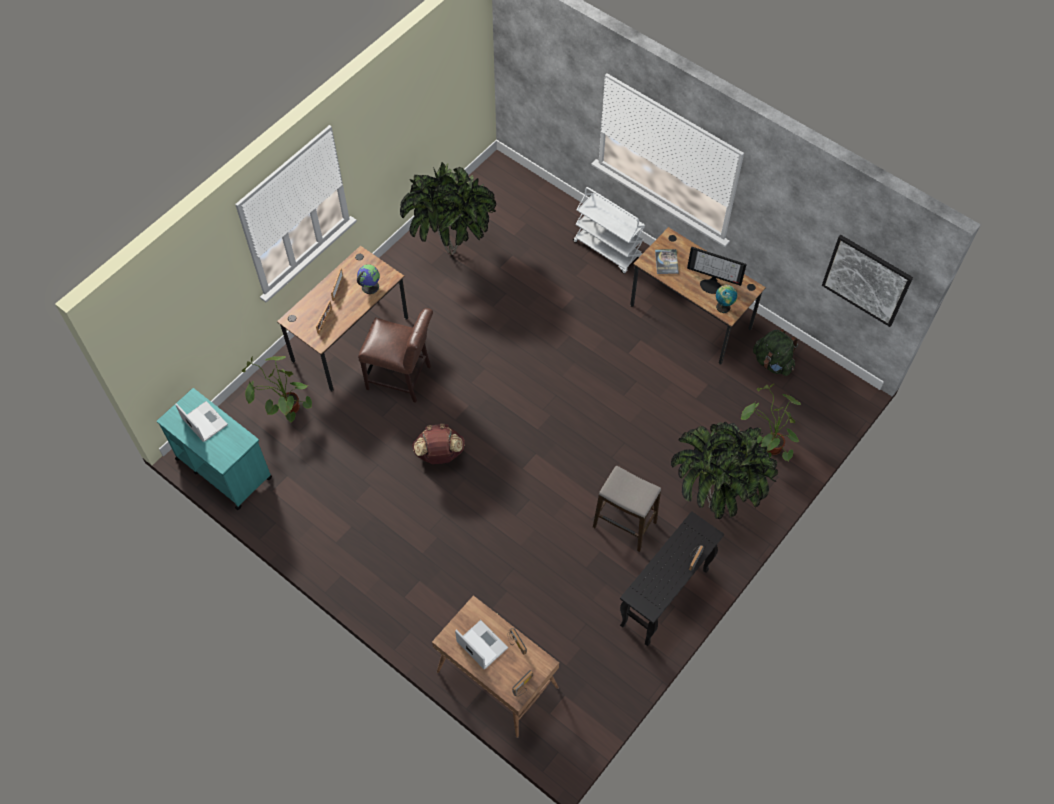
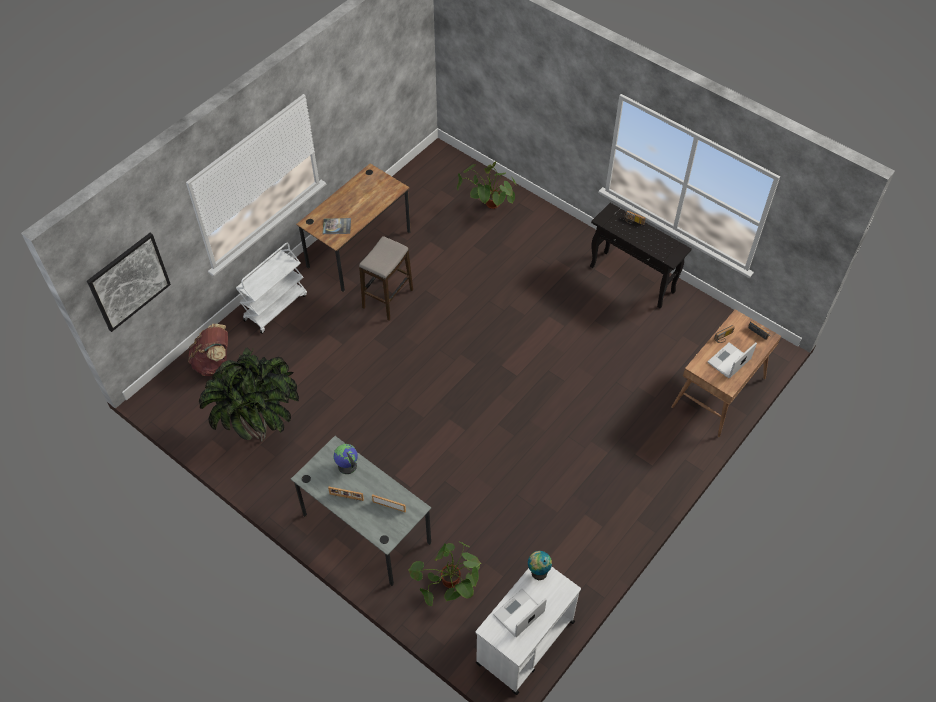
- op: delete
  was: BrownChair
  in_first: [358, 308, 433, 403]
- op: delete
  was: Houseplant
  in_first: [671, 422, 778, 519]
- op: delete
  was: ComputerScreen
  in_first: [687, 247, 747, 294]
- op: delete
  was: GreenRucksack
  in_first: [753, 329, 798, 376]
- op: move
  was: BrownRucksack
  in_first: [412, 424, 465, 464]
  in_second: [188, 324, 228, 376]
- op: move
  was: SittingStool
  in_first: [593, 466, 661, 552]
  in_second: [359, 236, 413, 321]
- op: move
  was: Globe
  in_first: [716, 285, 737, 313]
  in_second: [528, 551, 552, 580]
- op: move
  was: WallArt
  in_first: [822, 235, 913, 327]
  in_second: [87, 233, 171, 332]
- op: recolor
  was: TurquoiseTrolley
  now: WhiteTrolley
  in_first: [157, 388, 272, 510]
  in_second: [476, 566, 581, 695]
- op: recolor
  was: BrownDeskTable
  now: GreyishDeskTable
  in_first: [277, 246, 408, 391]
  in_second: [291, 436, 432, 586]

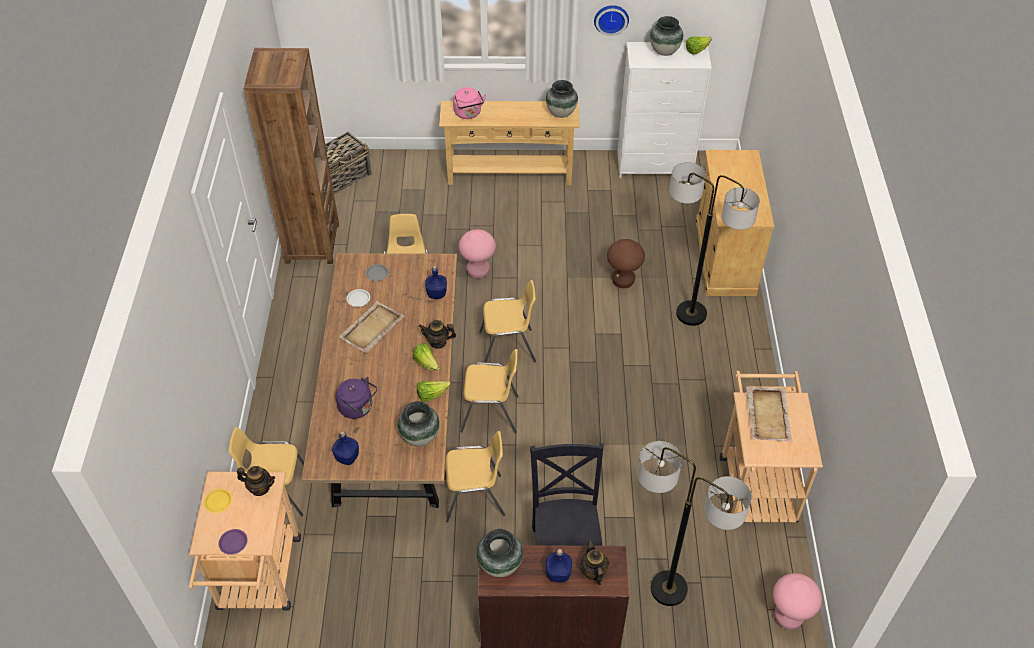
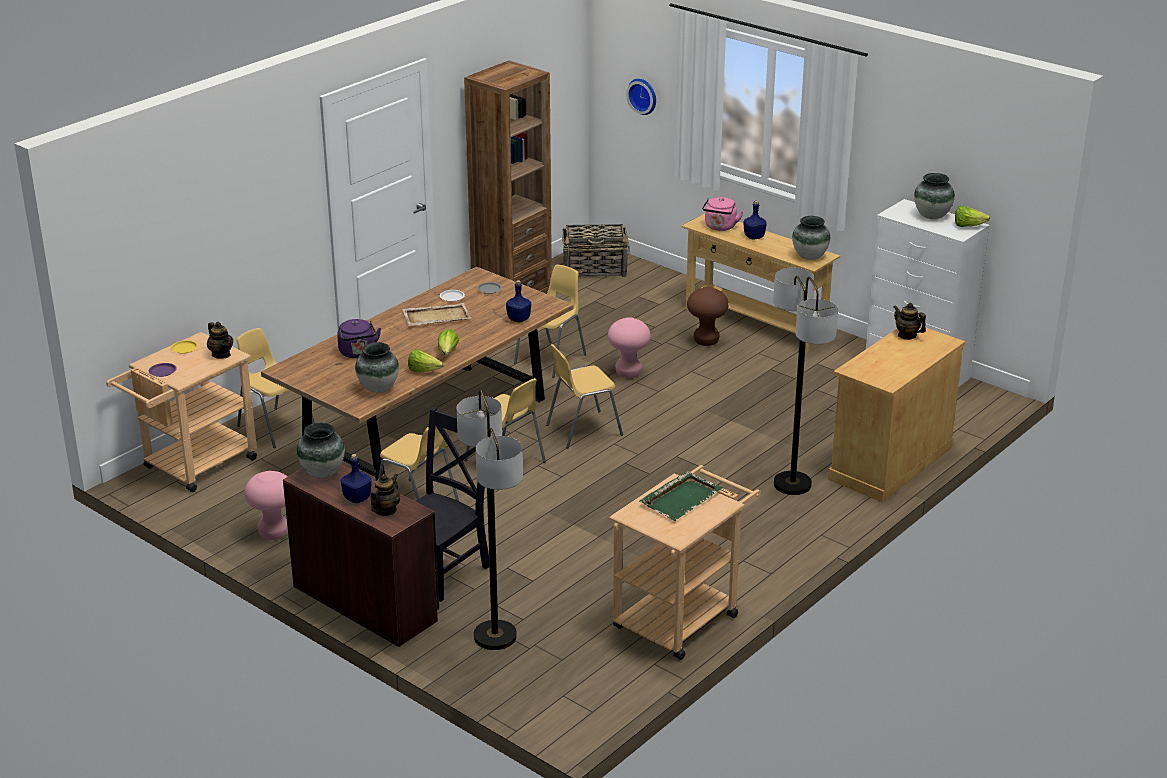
- op: move
  was: BlueColouredBeverageBottle
  in_first: [332, 431, 359, 465]
  in_second: [743, 201, 767, 239]
- op: move
  was: Teapot
  in_first: [419, 320, 456, 349]
  in_second: [893, 303, 926, 340]
- op: move
  was: WallClock
  in_first: [594, 5, 629, 36]
  in_second: [626, 79, 656, 115]
- op: move
  was: BrownSittingStool
  in_first: [607, 239, 645, 288]
  in_second: [687, 287, 729, 346]
- op: move
  was: PinkSittingStool
  in_first: [773, 573, 822, 630]
  in_second: [244, 471, 288, 540]
- op: recolor
  was: BeigeServingTray
  now: GreenServingTray
  in_first: [746, 386, 793, 442]
  in_second: [639, 471, 722, 521]
- op: rotate
  was: YellowishChair
  in_first: [479, 280, 536, 363]
  in_second: [546, 344, 623, 448]
  clockwise: 120

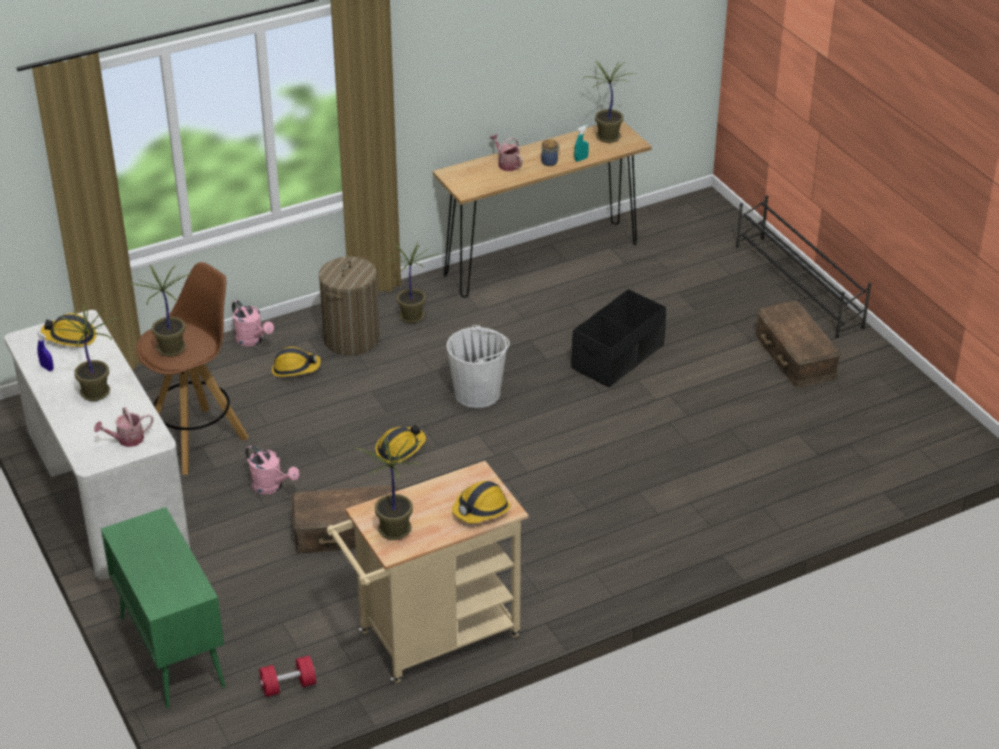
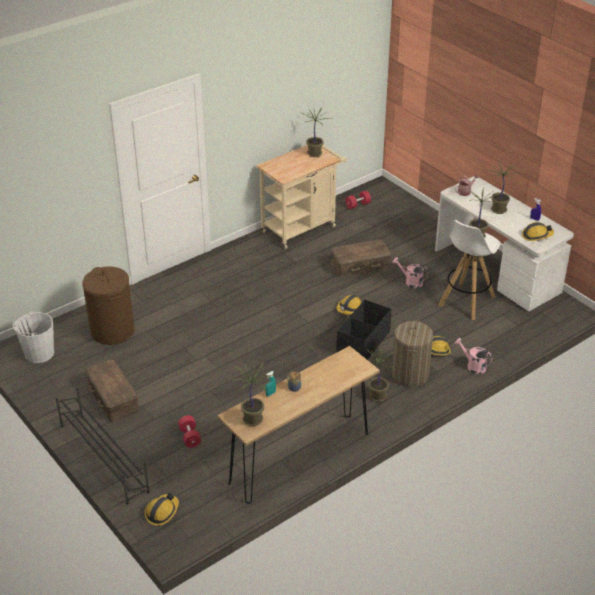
- op: delete
  was: GreenCabinet
  in_first: [101, 507, 225, 708]
- op: delete
  was: WateringPot
  in_first: [490, 134, 523, 171]
- op: insert
  now: BrownHamper
  in_second: [82, 266, 134, 345]
- op: insert
  now: RedColouredDumbbell
  in_second: [178, 416, 201, 448]
- op: move
  was: WhiteBucket
  in_first: [447, 325, 510, 408]
  in_second: [13, 311, 54, 363]
- op: move
  was: HardHat
  in_first: [452, 481, 511, 524]
  in_second: [145, 493, 179, 526]
- op: move
  was: BlackStorageBin
  in_first: [572, 289, 666, 387]
  in_second: [337, 299, 391, 360]
- op: recolor
  was: BrownSittingStool
  now: WhiteSittingStool
  in_first: [136, 262, 249, 475]
  in_second: [439, 220, 500, 320]

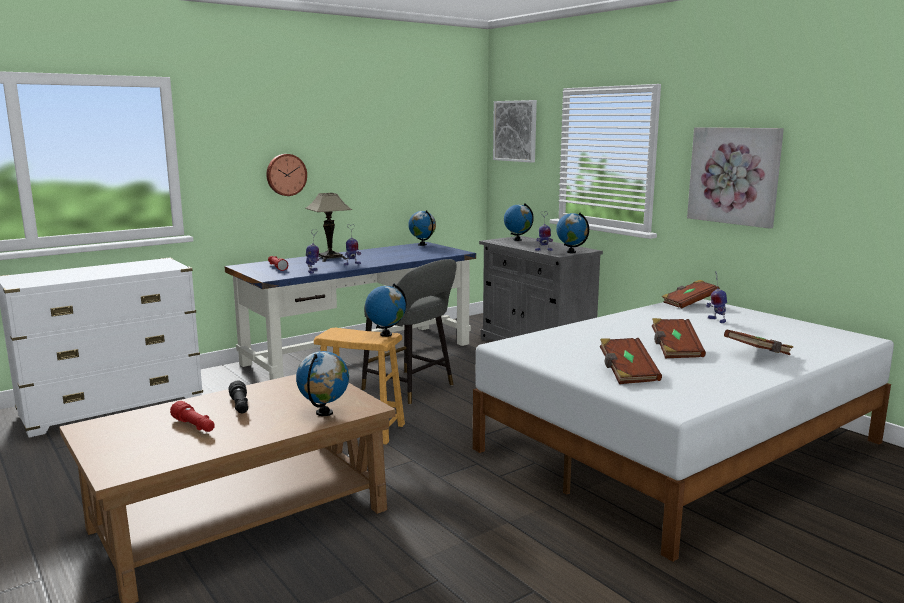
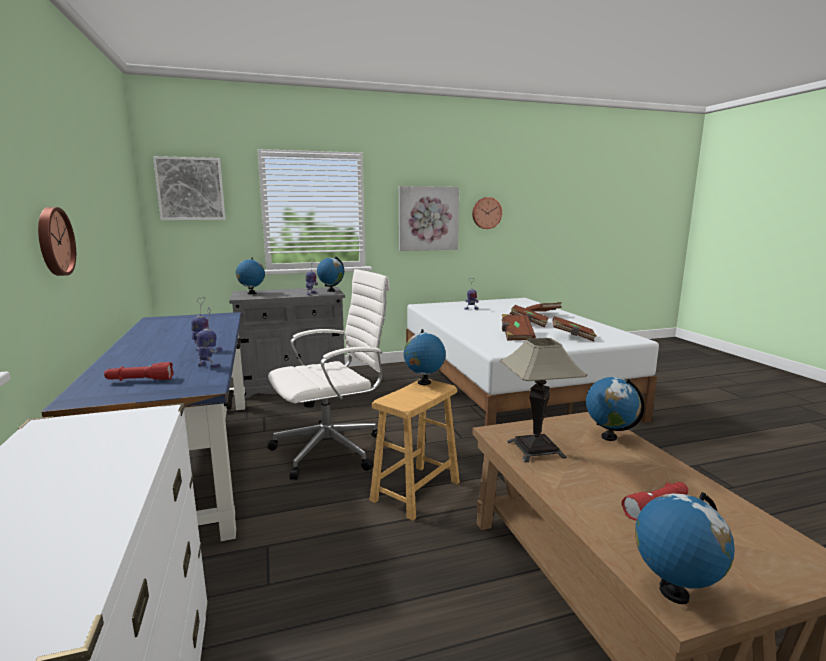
- op: delete
  was: BlackHandTorch
  in_first: [228, 380, 248, 413]
- op: insert
  now: WallClock
  in_second: [472, 197, 502, 229]
- op: move
  was: TabletopLamp
  in_first: [305, 193, 352, 262]
  in_second: [500, 338, 587, 463]
- op: move
  was: Globe
  in_first: [408, 210, 436, 246]
  in_second: [635, 492, 735, 604]
- op: move
  was: BrownBoundBook
  in_first: [662, 280, 720, 309]
  in_second: [502, 314, 536, 341]
- op: replace
  was: GreyishSittingStool
  now: WhiteComputerChair
  in_first: [361, 259, 456, 405]
  in_second: [267, 269, 390, 480]

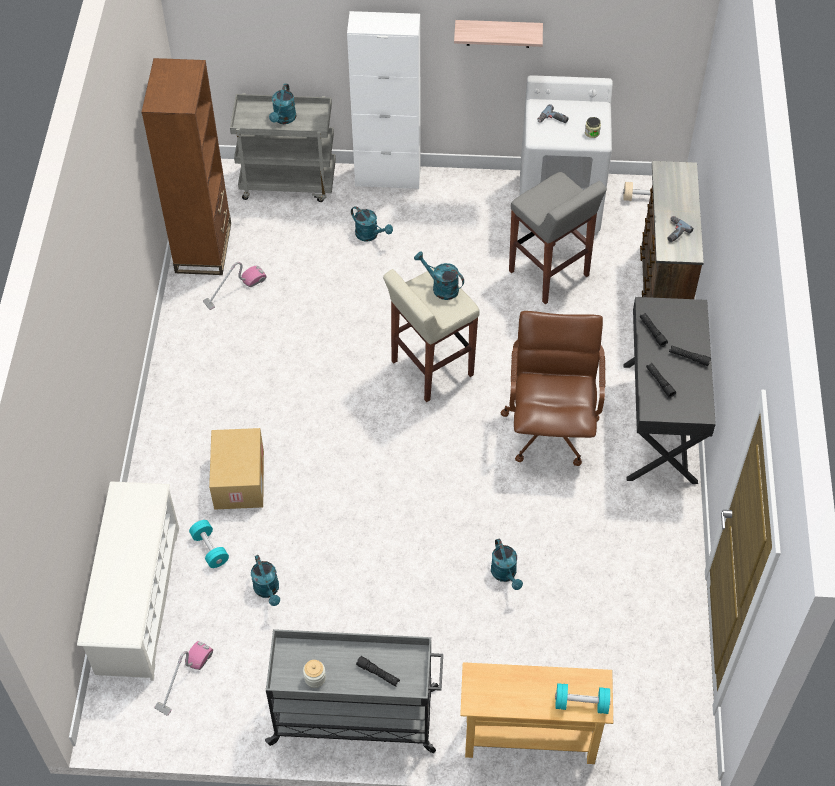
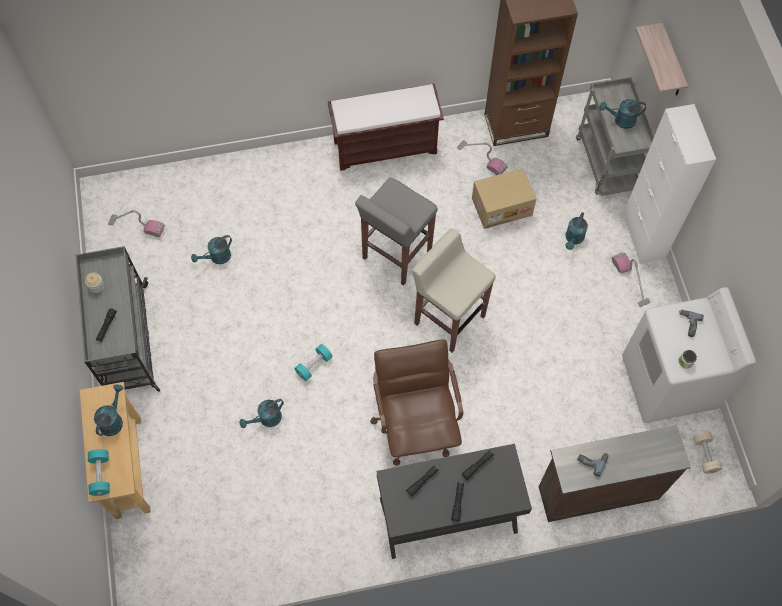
- op: delete
  was: WhiteShoeStand
  in_first: [77, 481, 179, 681]
- op: insert
  now: BrownIndoorBench
  in_second: [328, 83, 444, 171]
- op: insert
  now: Hoover
  in_second: [612, 253, 650, 307]
- op: move
  was: TurquoiseDumbbell
  in_first: [189, 520, 229, 568]
  in_second: [294, 344, 333, 381]
- op: move
  was: PackingBox
  in_first: [209, 428, 264, 509]
  in_second: [472, 168, 536, 229]
- op: move
  was: TurquoiseWateringPot
  in_first: [414, 252, 464, 300]
  in_second: [94, 385, 123, 436]
- op: move
  was: Shelf
  in_first: [454, 20, 543, 48]
  in_second: [636, 23, 688, 95]
- op: move
  was: GreyishSittingStool
  in_first: [509, 172, 607, 304]
  in_second: [355, 177, 438, 286]
- op: rotate
  was: BrownComputerChair
  in_first: [501, 311, 605, 466]
  in_second: [370, 339, 463, 466]
  clockwise: -90

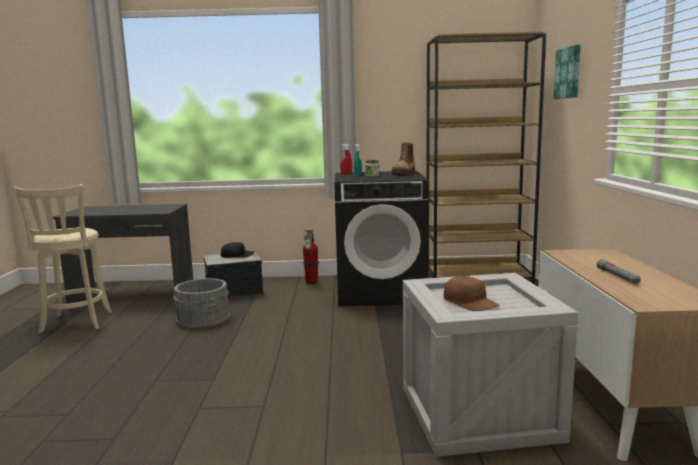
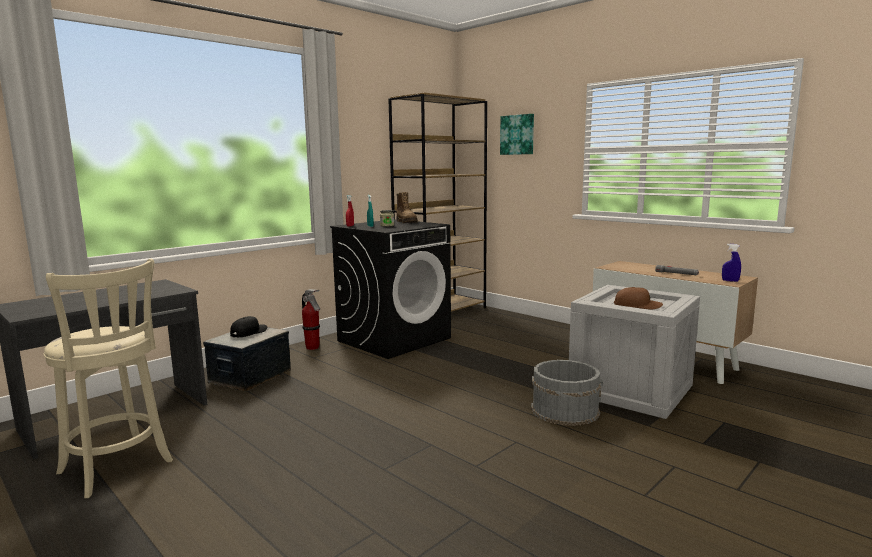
- op: insert
  now: BlueColouredHandSprayer
  in_second: [722, 244, 741, 282]
- op: move
  was: GreyishBucket
  in_first: [173, 278, 230, 329]
  in_second: [531, 360, 603, 426]

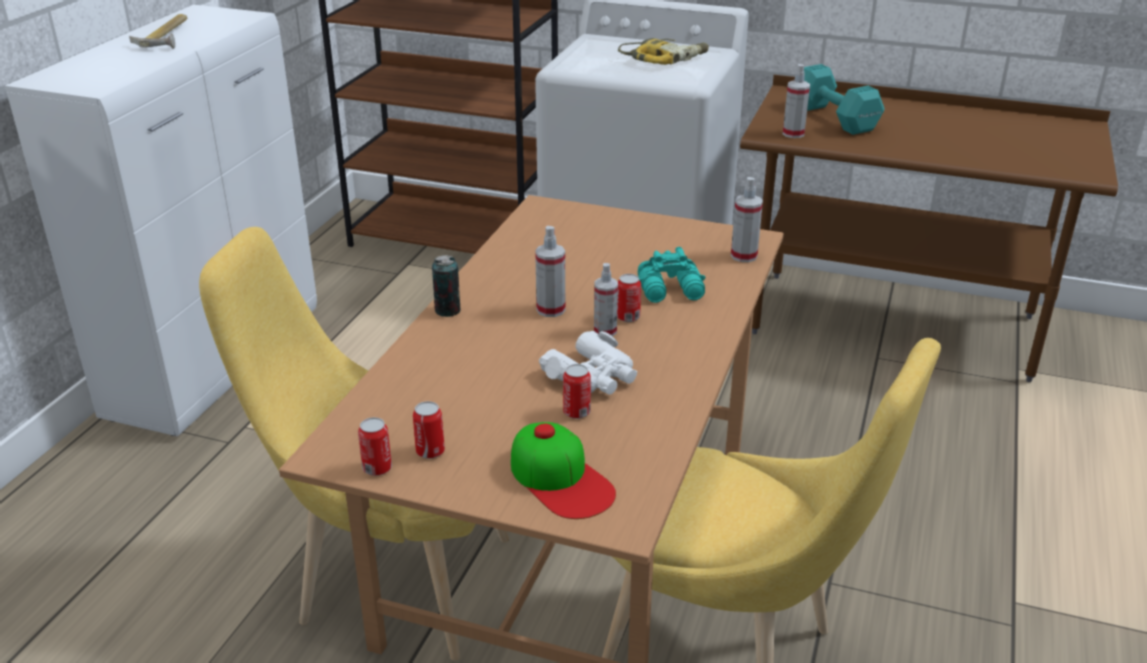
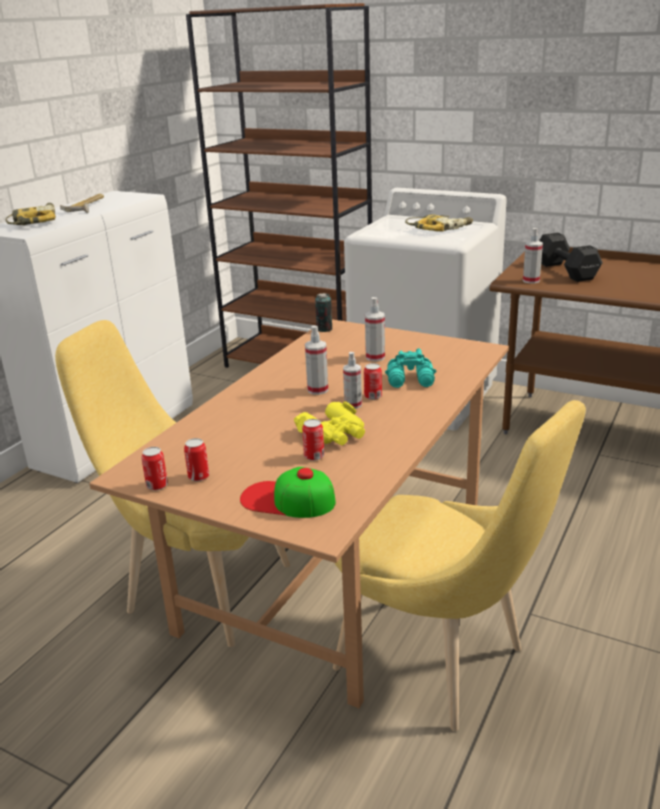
- op: insert
  now: PowerDrill
  in_second: [6, 203, 56, 225]
- op: move
  was: MetalCan
  in_first: [432, 255, 461, 317]
  in_second: [315, 293, 332, 332]
- op: move
  was: HandSprayer
  in_first: [731, 177, 763, 262]
  in_second: [365, 297, 385, 361]
- op: recolor
  was: WhiteFieldGlasses
  now: YellowishFieldGlasses
  in_first: [539, 331, 637, 395]
  in_second: [294, 401, 365, 445]
- op: recolor
  was: TurquoiseDumbbell
  now: BlackDumbbell
  in_first: [804, 64, 885, 135]
  in_second: [539, 232, 603, 282]
- op: rotate
  was: PeakedCap
  in_first: [511, 422, 616, 519]
  in_second: [240, 467, 336, 518]
  clockwise: 135

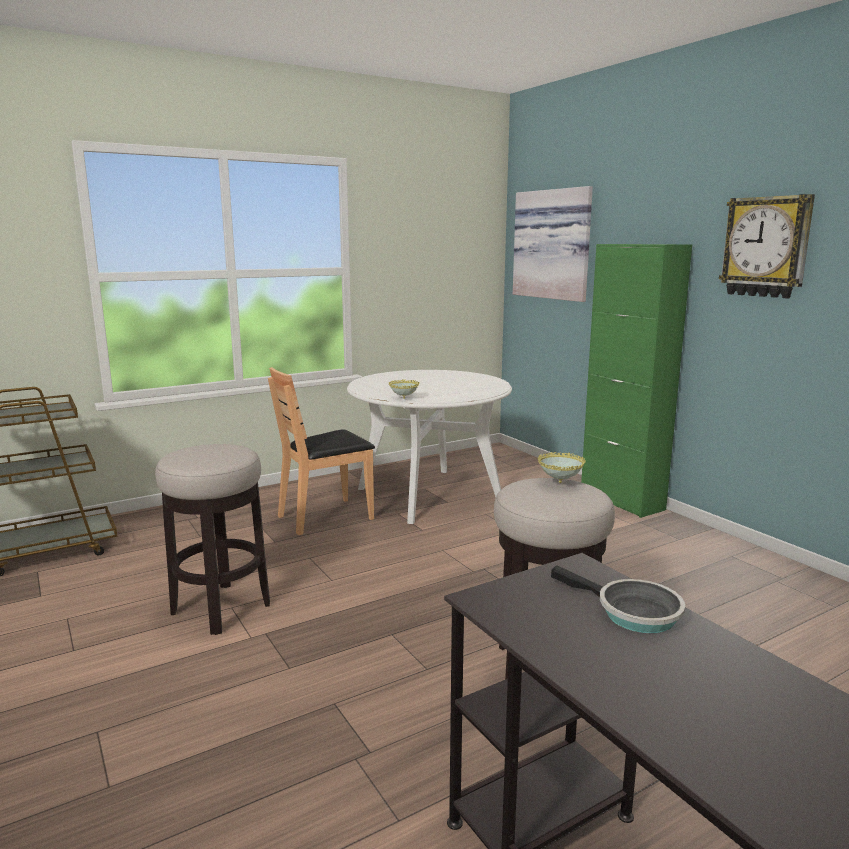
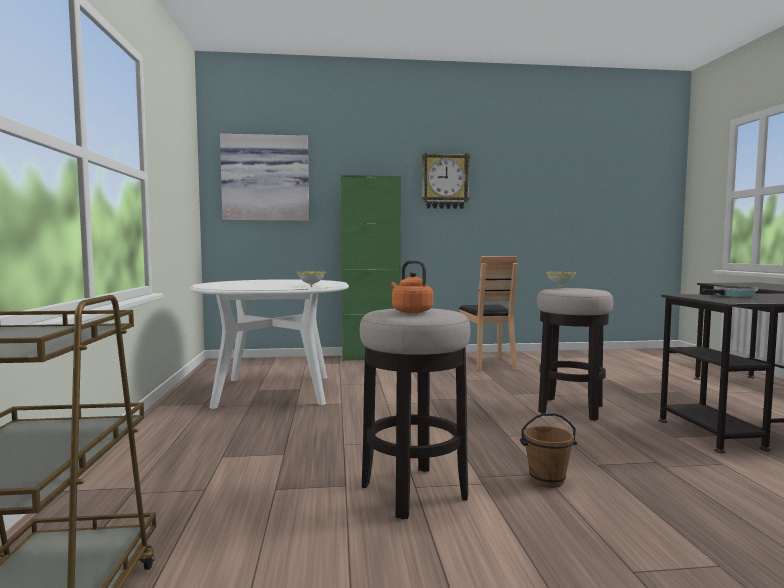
- op: insert
  now: OrangeColouredKettle
  in_second: [391, 260, 433, 313]
- op: insert
  now: BrownBucket
  in_second: [520, 413, 577, 488]
- op: move
  was: BrownChair
  in_first: [268, 367, 375, 535]
  in_second: [459, 256, 518, 371]

